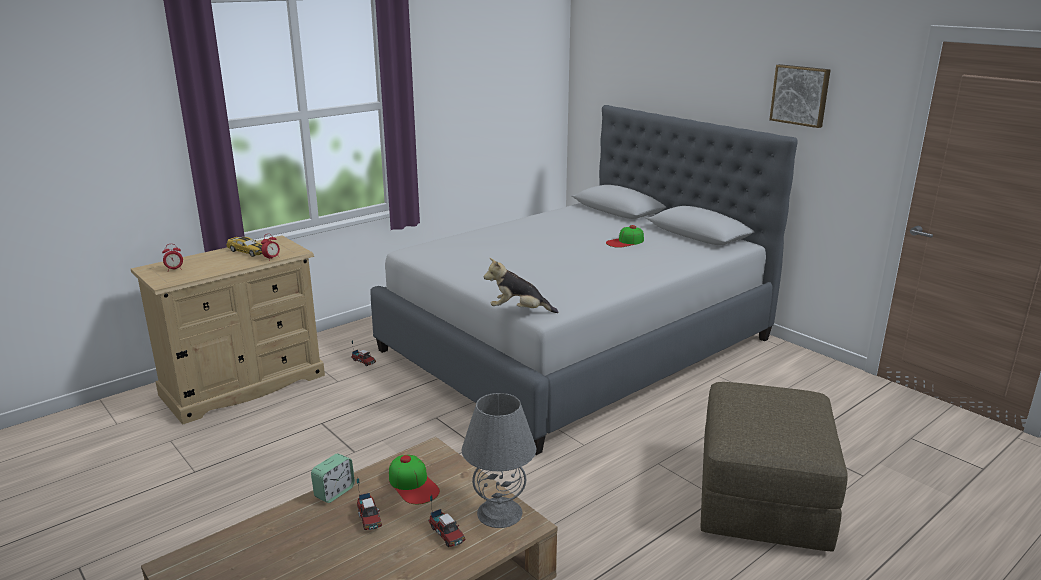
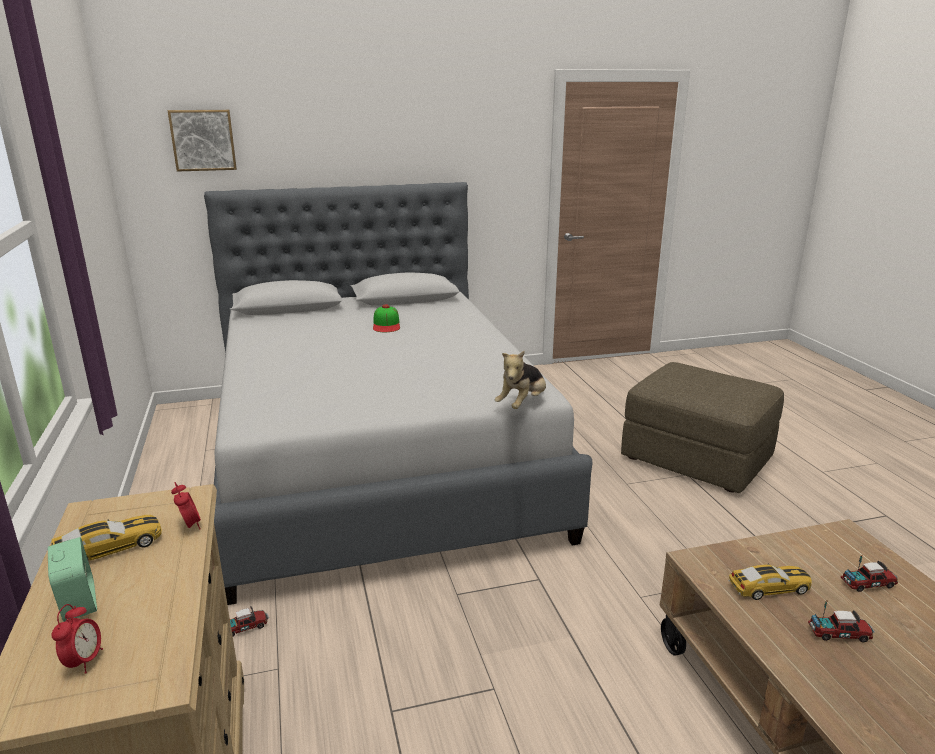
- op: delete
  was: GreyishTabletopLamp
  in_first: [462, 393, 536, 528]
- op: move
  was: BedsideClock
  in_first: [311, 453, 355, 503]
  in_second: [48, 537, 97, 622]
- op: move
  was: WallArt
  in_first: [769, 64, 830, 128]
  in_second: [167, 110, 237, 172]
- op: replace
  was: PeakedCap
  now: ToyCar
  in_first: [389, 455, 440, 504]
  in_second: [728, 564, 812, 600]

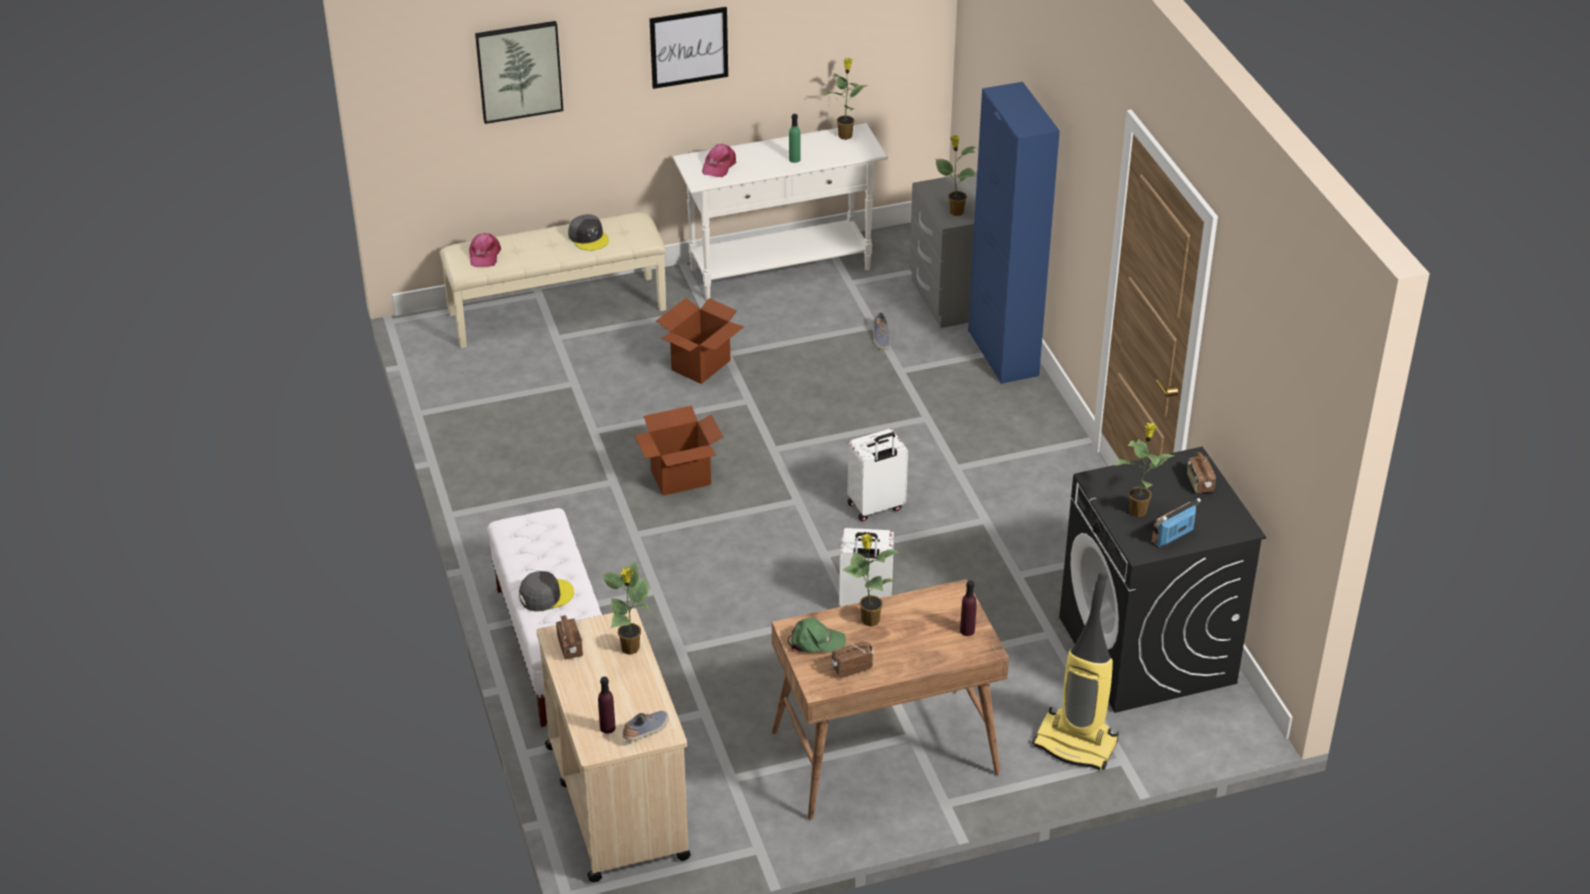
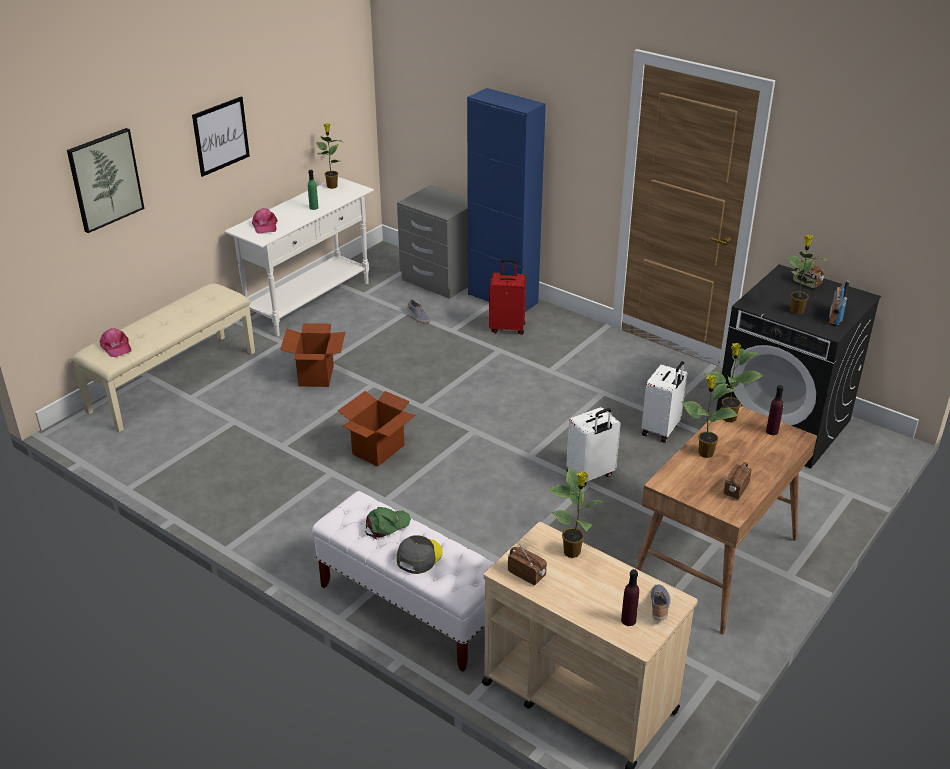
- op: delete
  was: GreyishPeakedCap
  in_first: [568, 214, 609, 251]
- op: delete
  was: Hoover
  in_first: [1032, 572, 1119, 770]
- op: insert
  now: RedColouredTravelCase
  in_second: [489, 259, 526, 335]
- op: move
  was: GreenPeakedCap
  in_first: [787, 618, 846, 653]
  in_second: [365, 507, 411, 540]
- op: move
  was: WhiteTravelCase
  in_first: [848, 429, 908, 521]
  in_second: [642, 361, 687, 443]
- op: move
  was: Houseplant
  in_first: [936, 135, 977, 216]
  in_second: [704, 343, 764, 422]

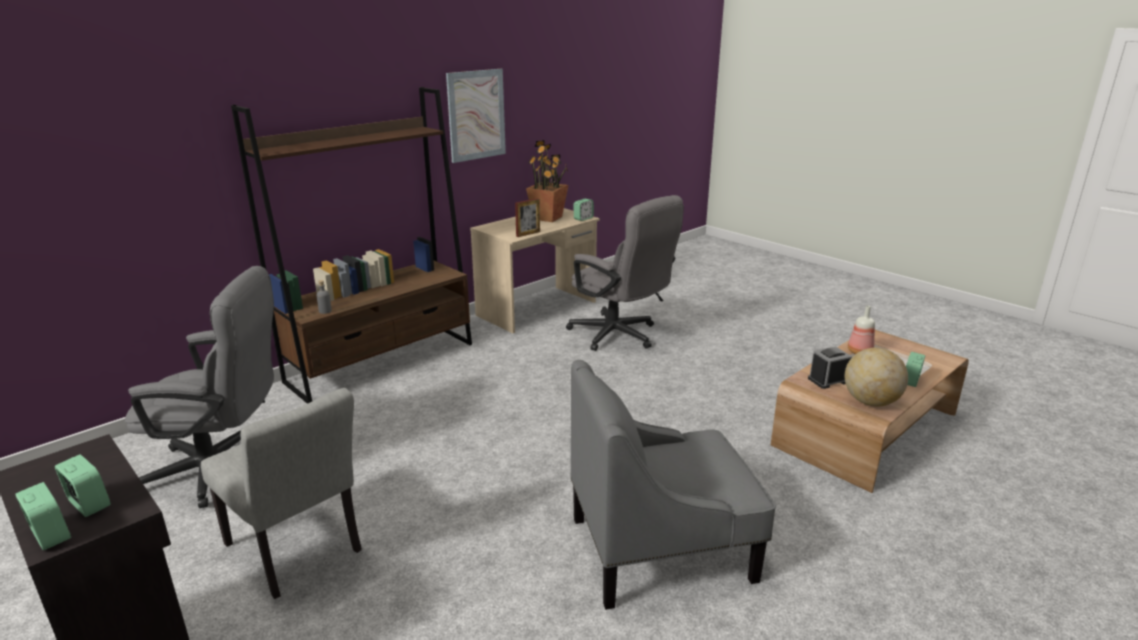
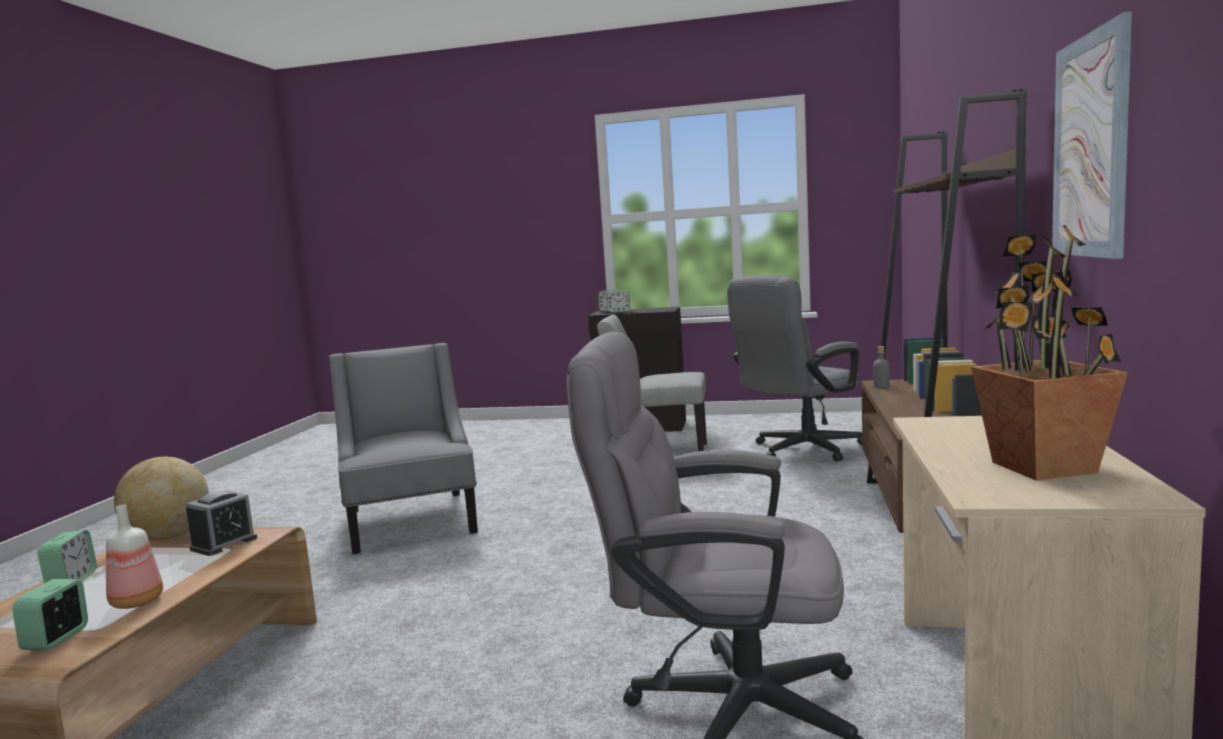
- op: delete
  was: PictureFrame
  in_first: [515, 198, 540, 237]
- op: move
  was: BedsideClock
  in_first: [573, 199, 594, 221]
  in_second: [12, 579, 88, 650]
- op: rotate
  was: GreyishArmchair
  in_first: [571, 360, 776, 610]
  in_second: [329, 343, 478, 554]
  clockwise: -60

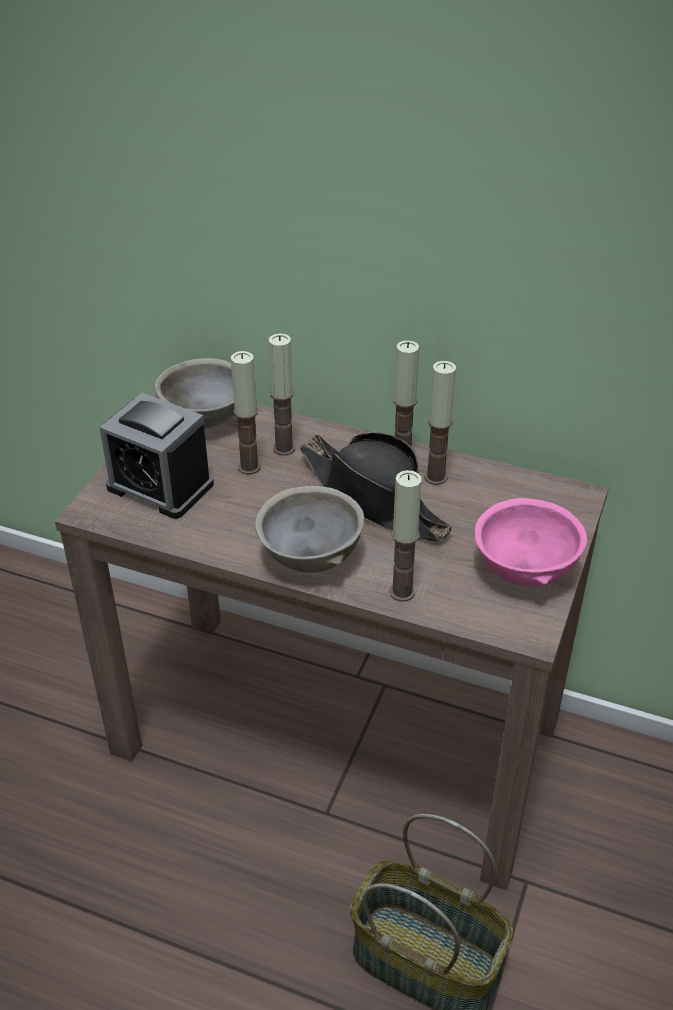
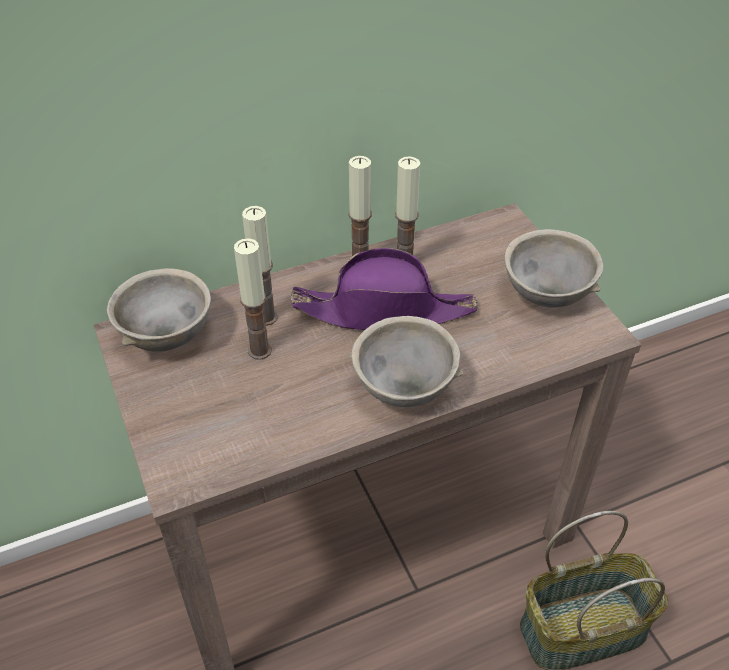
- op: delete
  was: BedsideClock
  in_first: [99, 393, 214, 519]
- op: delete
  was: Candle
  in_first: [389, 470, 422, 602]
- op: recolor
  was: BlackWearableHat
  now: PurpleWearableHat
  in_first: [300, 432, 452, 541]
  in_second: [291, 248, 477, 330]
- op: recolor
  was: PinkBowl
  now: GreyishBowl
  in_first: [475, 498, 587, 587]
  in_second: [504, 229, 603, 308]

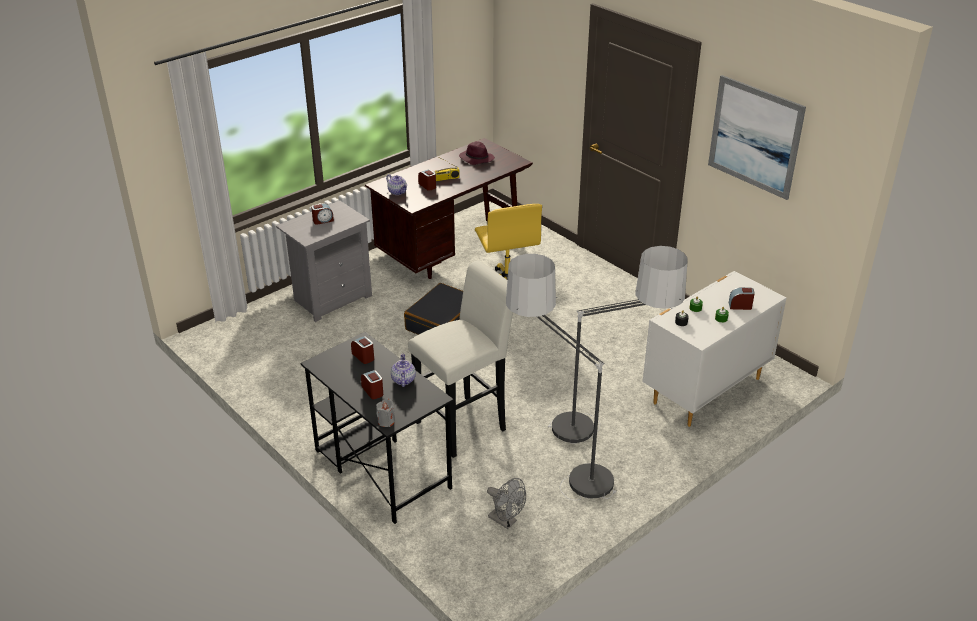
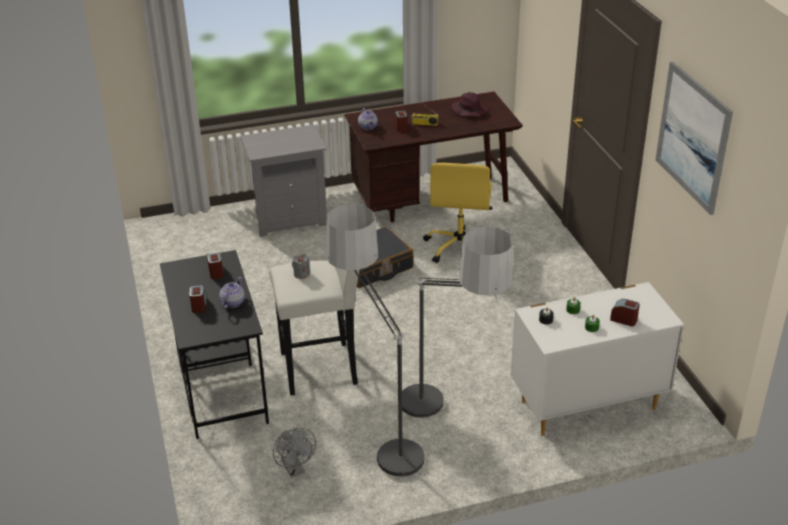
- op: delete
  was: BedsideClock
  in_first: [311, 203, 334, 225]
- op: move
  was: GreyishCandle
  in_first: [376, 399, 395, 427]
  in_second: [292, 253, 310, 279]

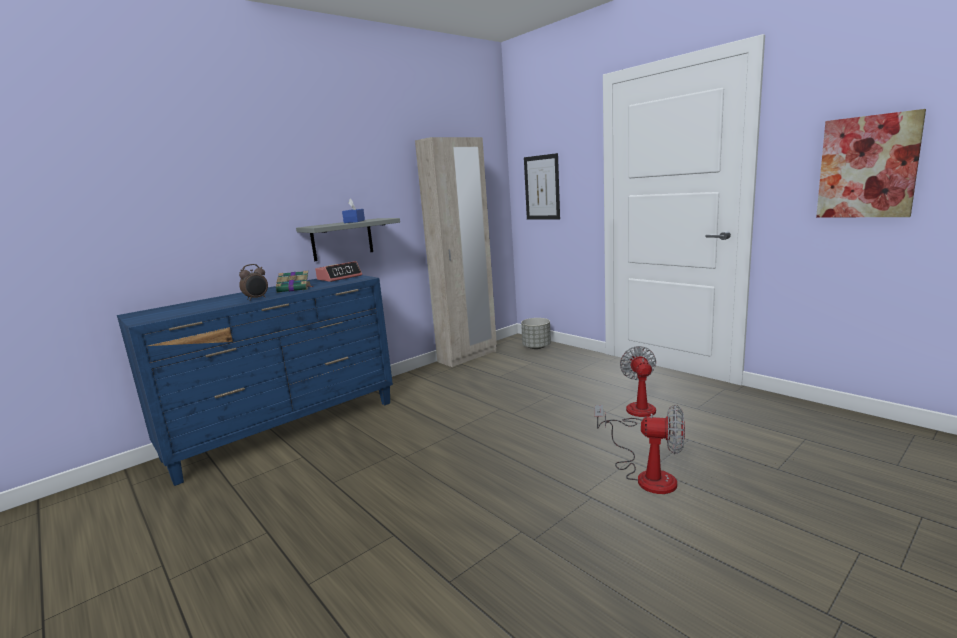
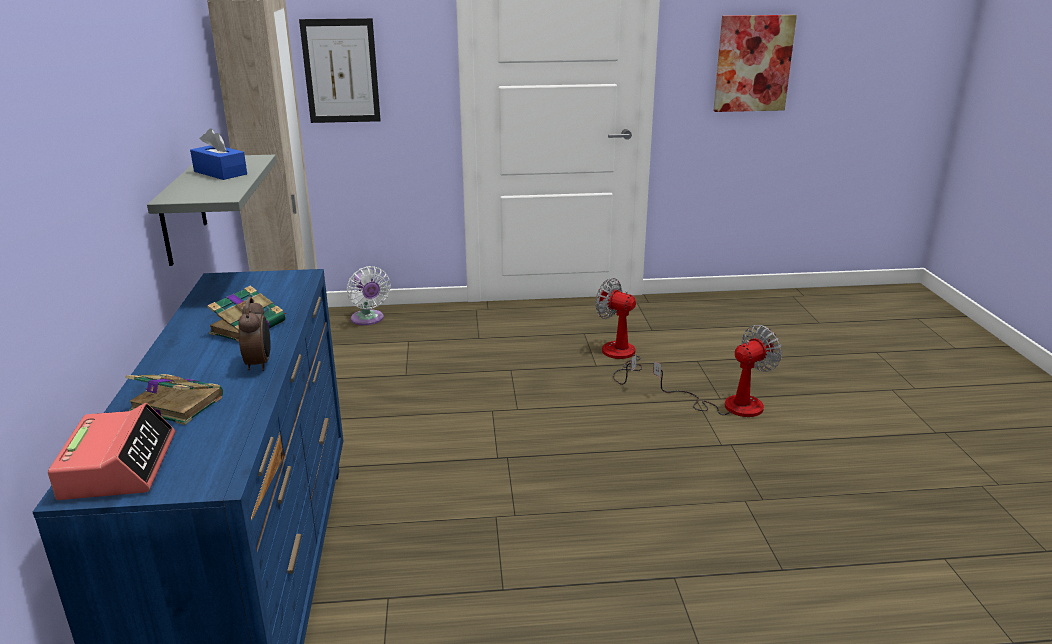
- op: insert
  now: BoundBook
  in_second: [125, 374, 223, 425]
- op: move
  was: BedsideClock
  in_first: [315, 261, 362, 282]
  in_second: [48, 403, 175, 500]
- op: replace
  was: GreyishPlanter
  now: WhiteFan
  in_first: [521, 318, 551, 349]
  in_second: [346, 266, 391, 325]

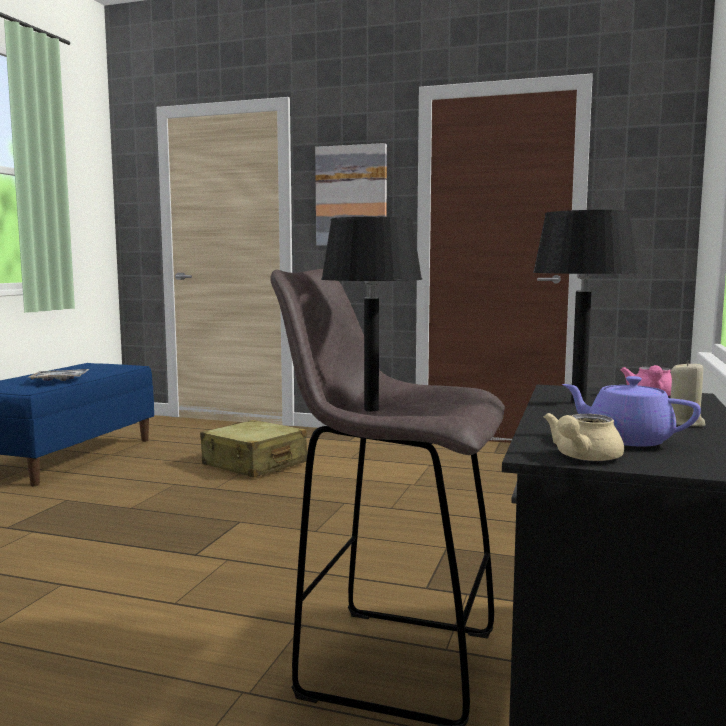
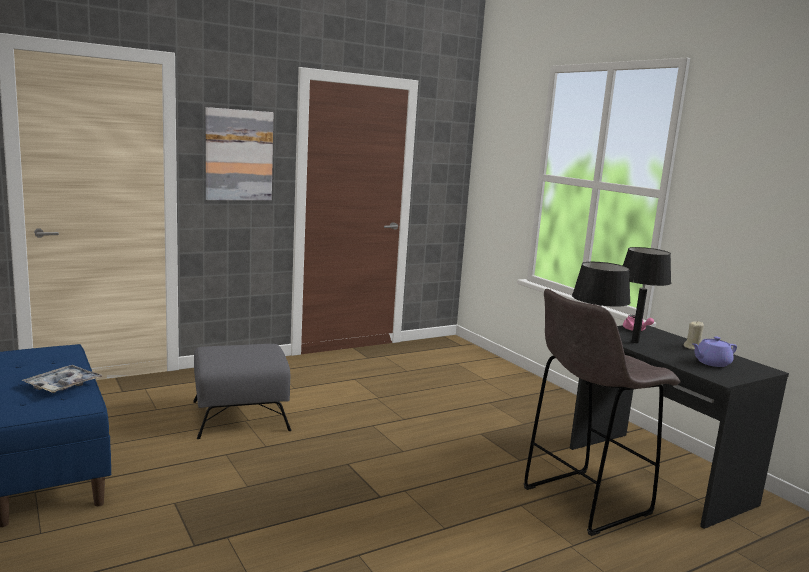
- op: delete
  was: BeigeTeapot
  in_first: [544, 413, 624, 461]
- op: replace
  was: BeigeTravelCase
  now: GreyishPouffe
  in_first: [200, 420, 307, 478]
  in_second: [193, 344, 291, 439]

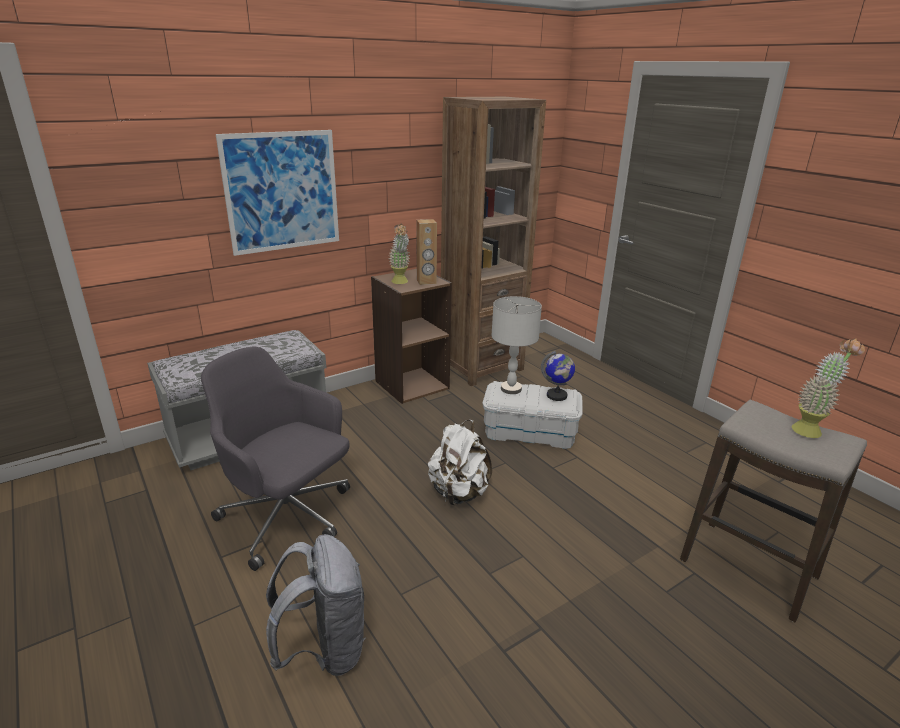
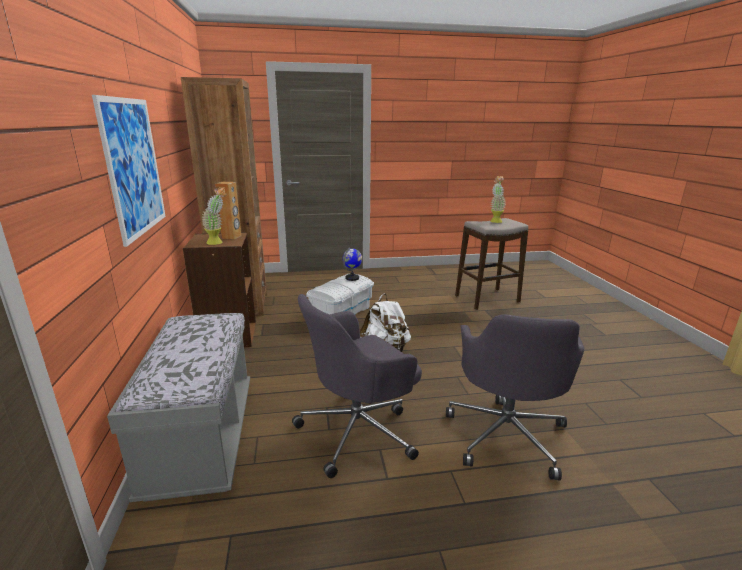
- op: delete
  was: GreyishTabletopLamp
  in_first: [491, 296, 542, 394]
- op: replace
  was: GreyishRucksack
  now: GreyishComputerChair
  in_first: [266, 534, 366, 676]
  in_second: [446, 314, 584, 481]

